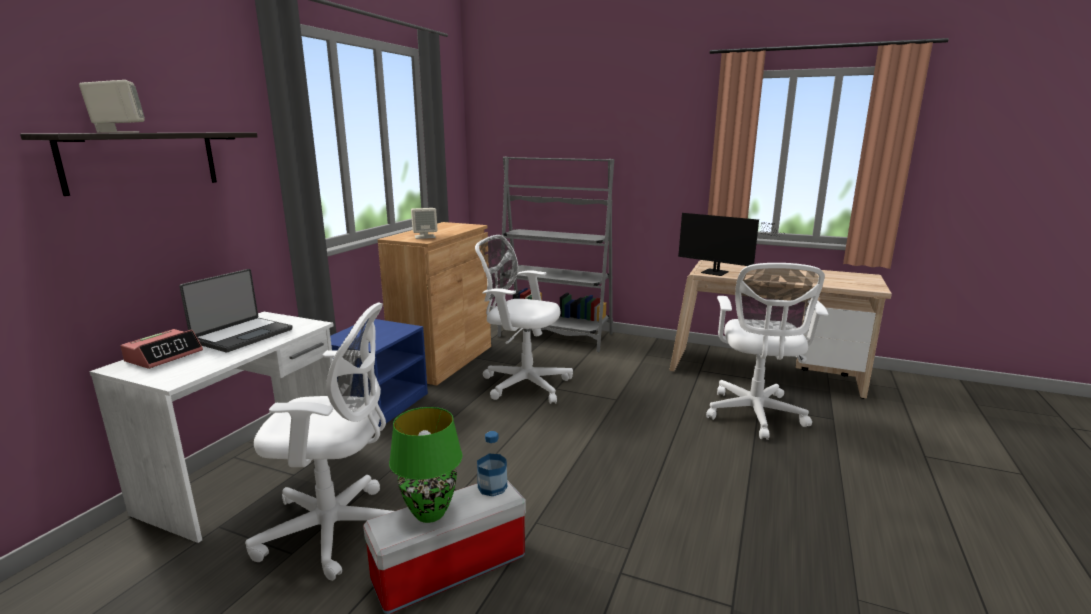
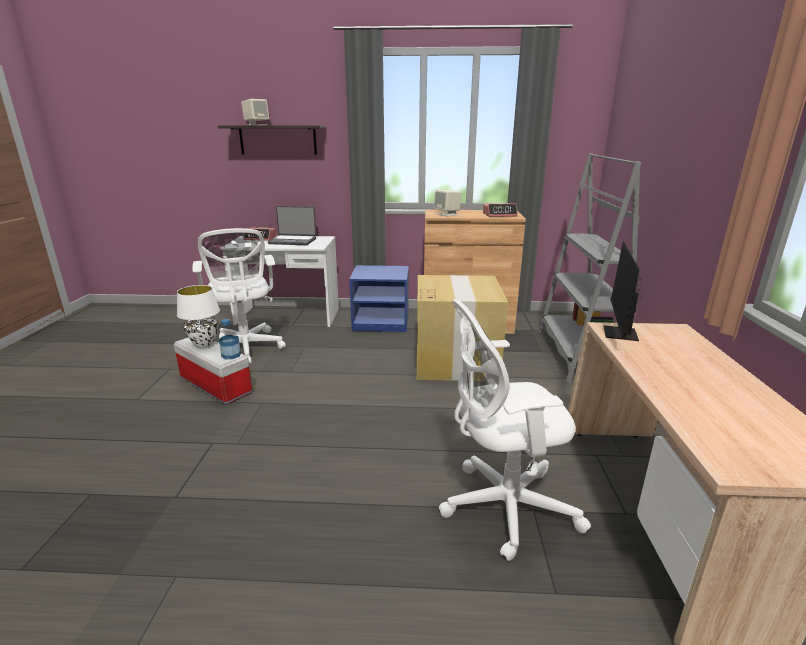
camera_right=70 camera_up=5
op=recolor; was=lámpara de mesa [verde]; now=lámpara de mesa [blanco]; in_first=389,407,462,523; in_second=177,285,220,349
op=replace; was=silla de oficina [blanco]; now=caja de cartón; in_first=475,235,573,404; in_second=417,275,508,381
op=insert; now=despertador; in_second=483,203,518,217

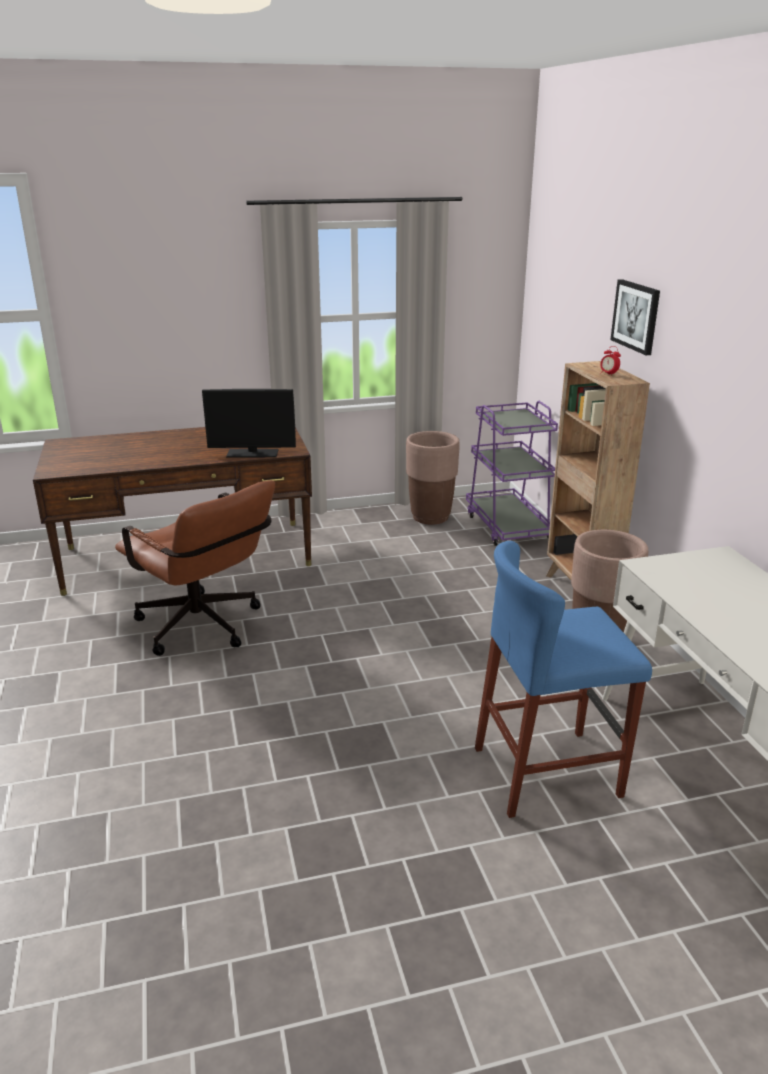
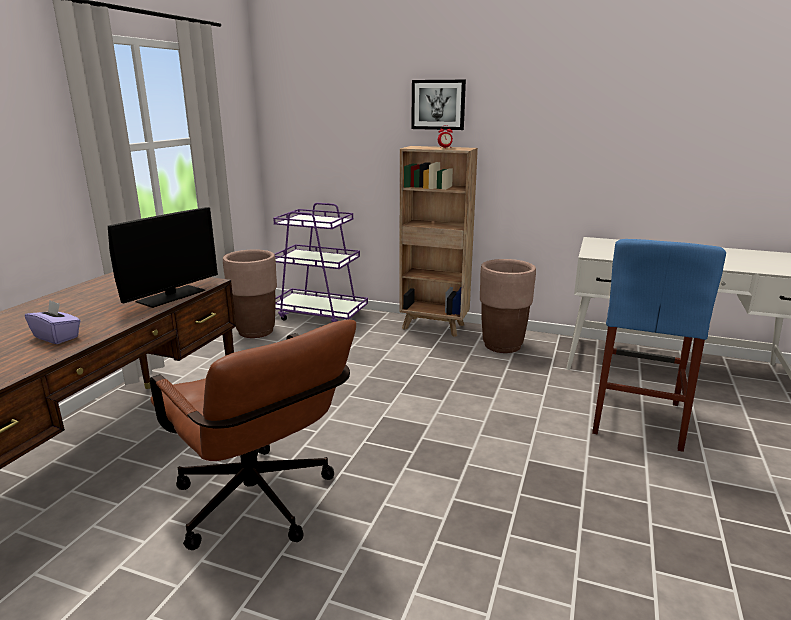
camera_right=-55 camera_up=-5
op=rotate; was=silla de oficina [marrón]; in_first=115,480,275,656; in_second=150,320,356,550; clockwise=60
op=insert; now=caja de pañuelos [morado]; in_second=25,300,81,344

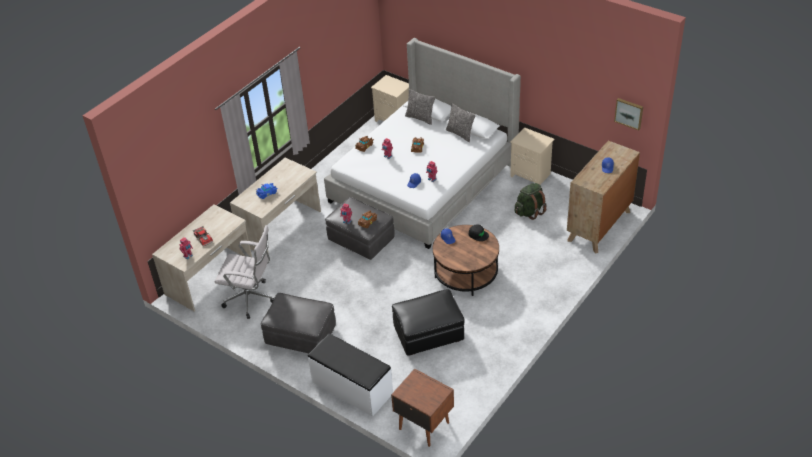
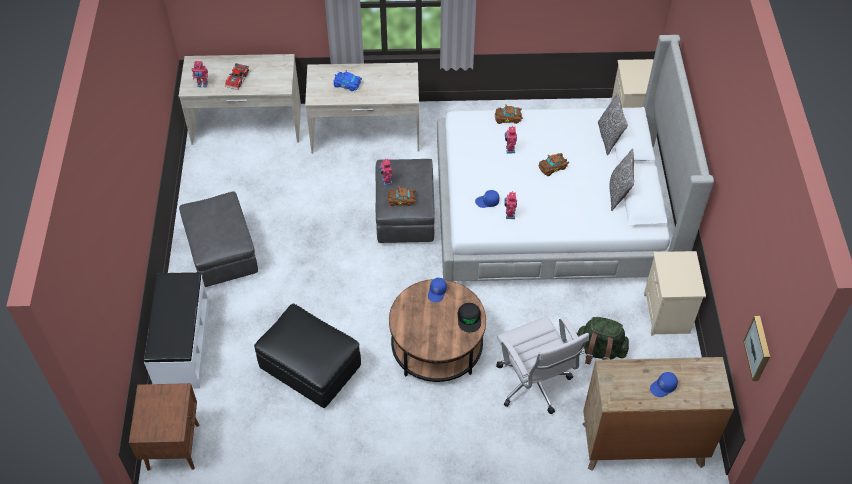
camera_right=50 camera_up=10
op=move; was=silla de oficina [blanco]; in_first=215,225,274,319; in_second=496,316,589,414

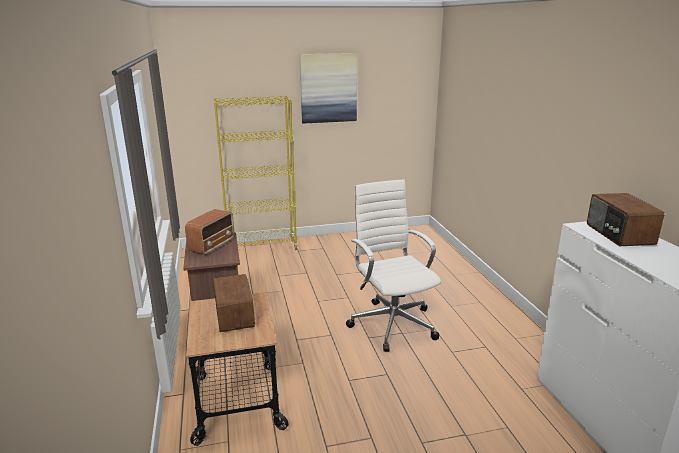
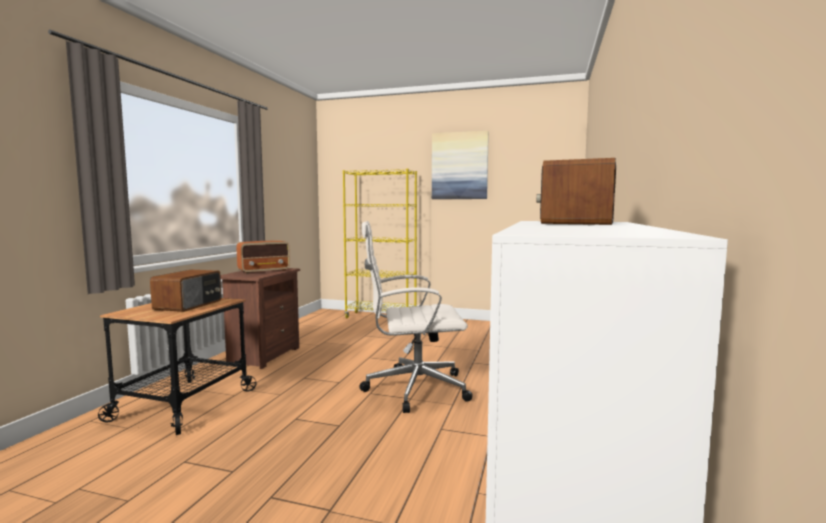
camera_right=30 camera_up=-15
op=rotate; was=silla de oficina [blanco]; in_first=346,179,441,352; in_second=359,221,473,413; clockwise=-105

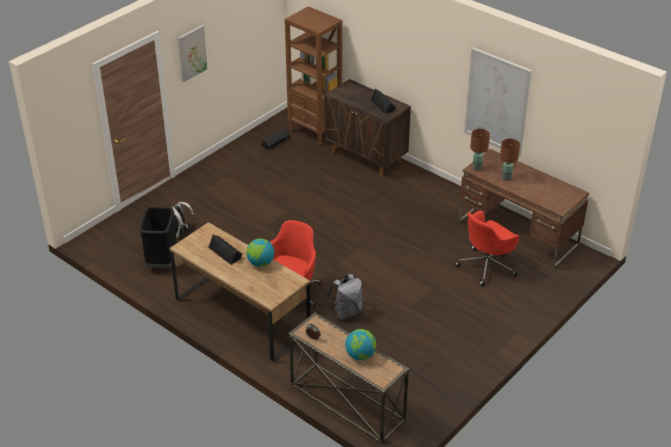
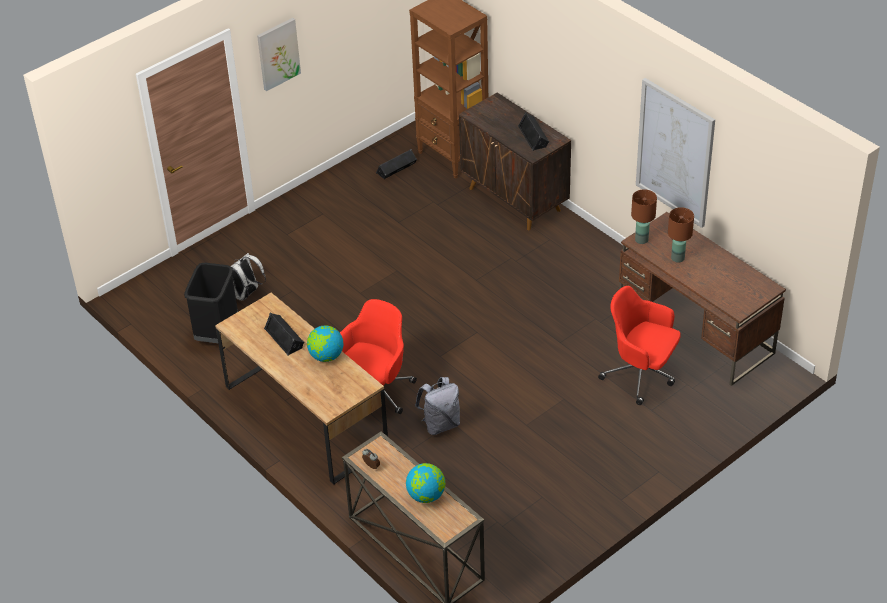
camera_right=10 camera_up=5
op=rotate; was=silla de oficina [rojo]; in_first=454,211,519,287; in_second=598,286,681,405; clockwise=60

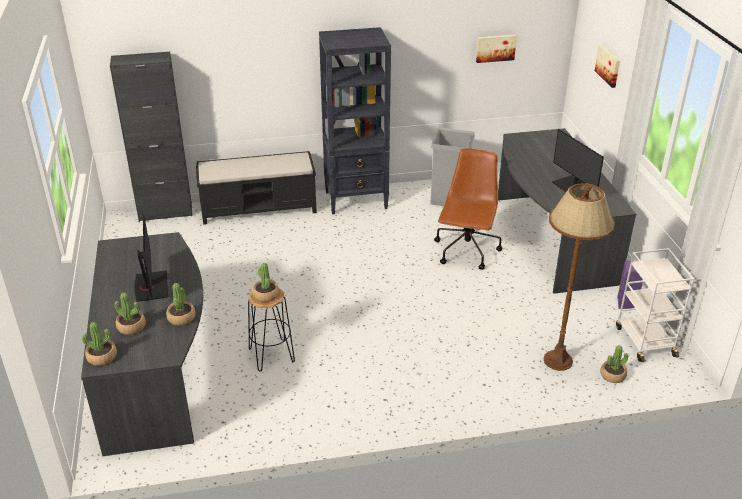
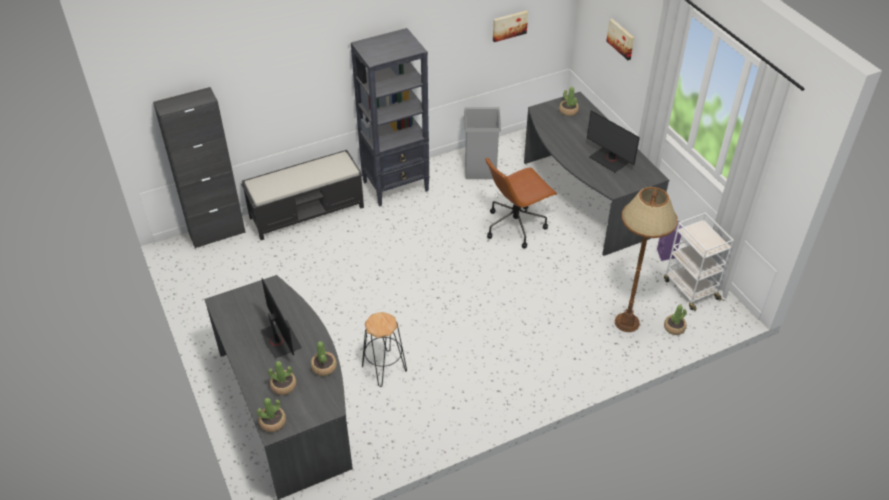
camera_right=-15 camera_up=10
op=move; was=planta en maceta; in_first=252,263,279,302; in_second=559,87,579,116
op=rotate; was=silla de oficina [marrón]; in_first=434,148,503,270; in_second=485,157,557,249; clockwise=-120

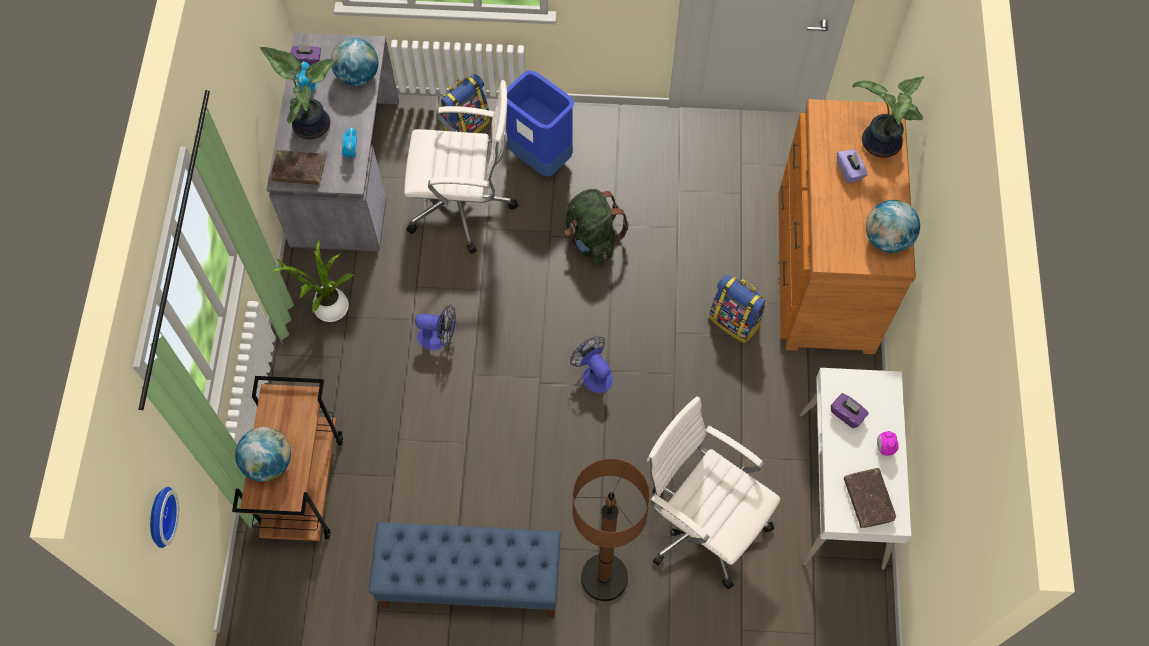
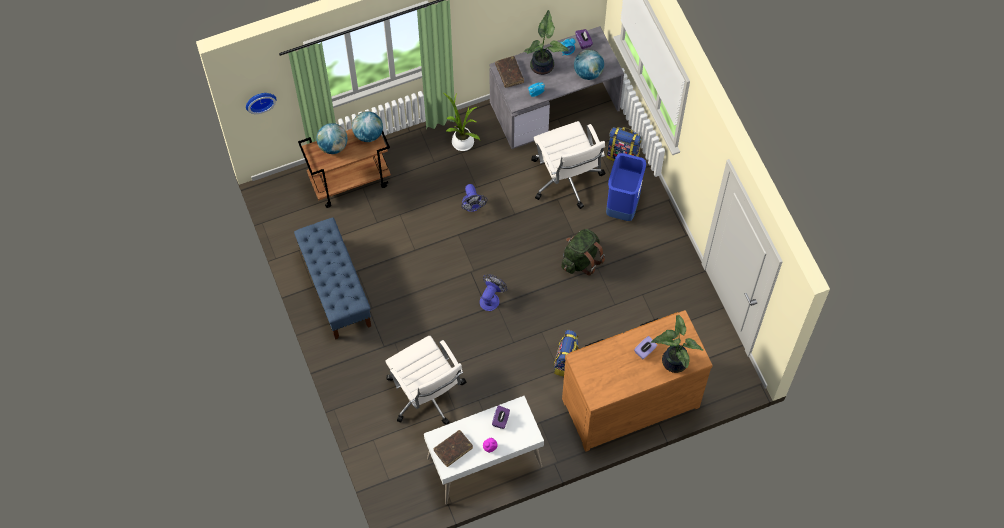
camera_right=65 camera_up=0
op=delete; was=lámpara de pie [marrón]; in_first=572,459,650,601
op=rotate; was=silla de oficina [blanco]; in_first=647,396,780,590; in_second=385,336,467,425; clockwise=135
op=move; was=globo terráqueo; in_first=866,200,920,253; in_second=352,111,383,142

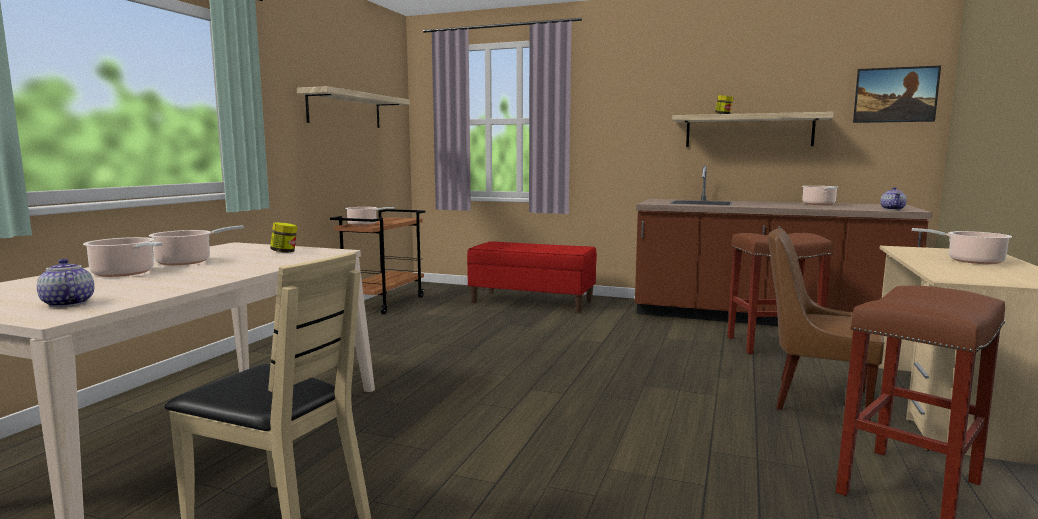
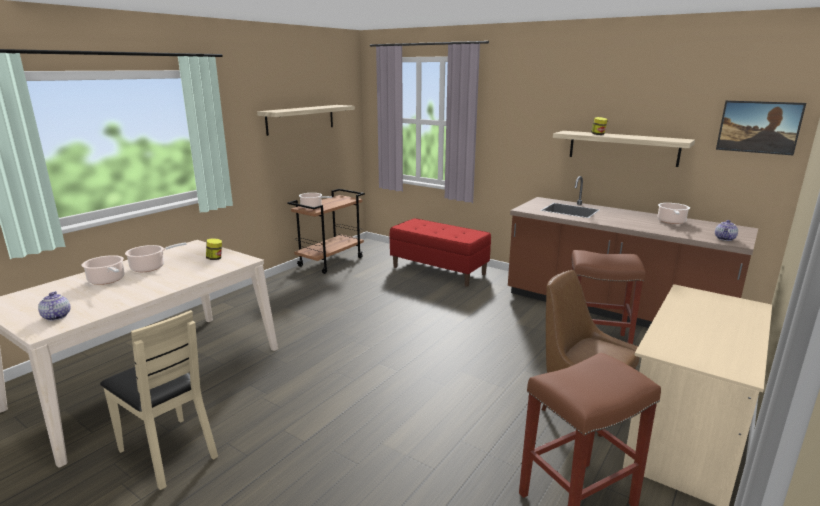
camera_right=15 camera_up=10
op=delete; was=olla; in_first=912,228,1012,264

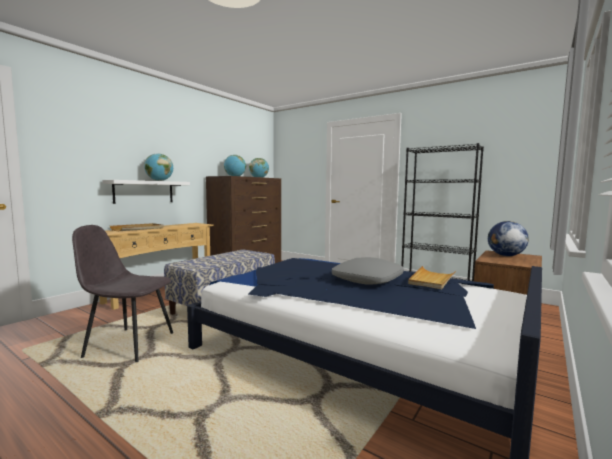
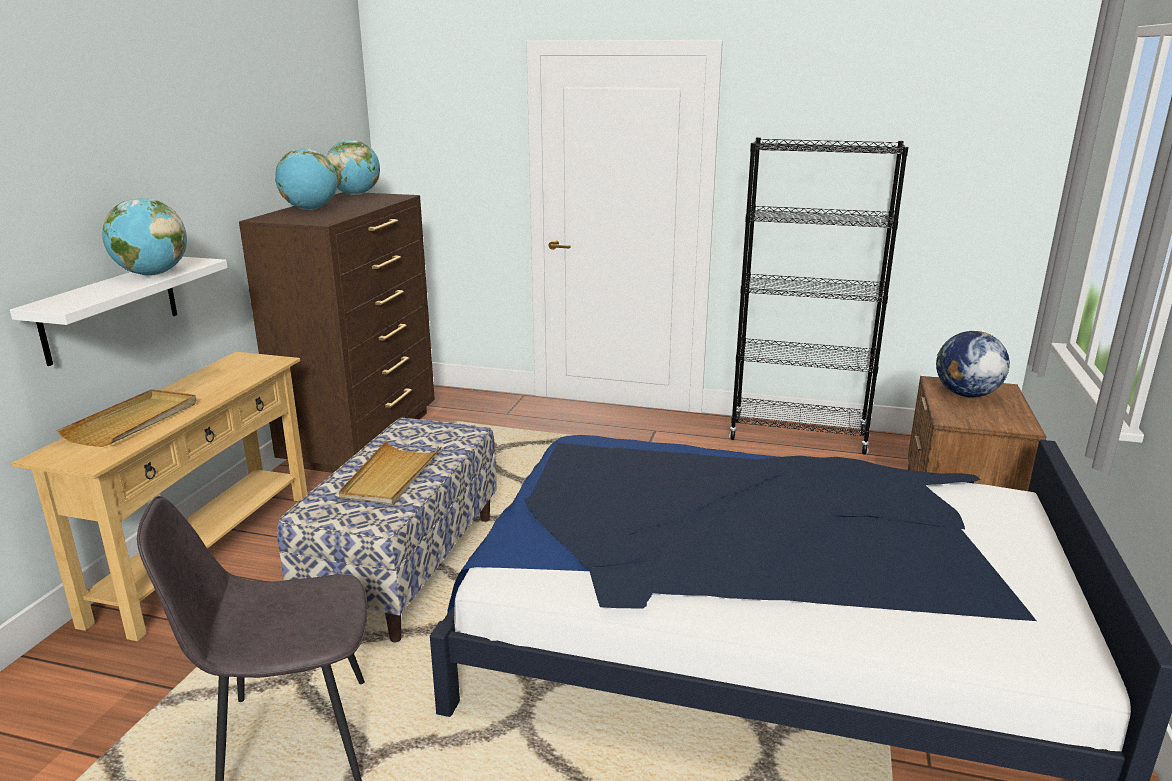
camera_right=-20 camera_up=15
op=delete; was=cojín [gris]; in_first=332,257,404,284
op=move; was=bandeja [beis]; in_first=408,266,457,289; in_second=339,440,442,505

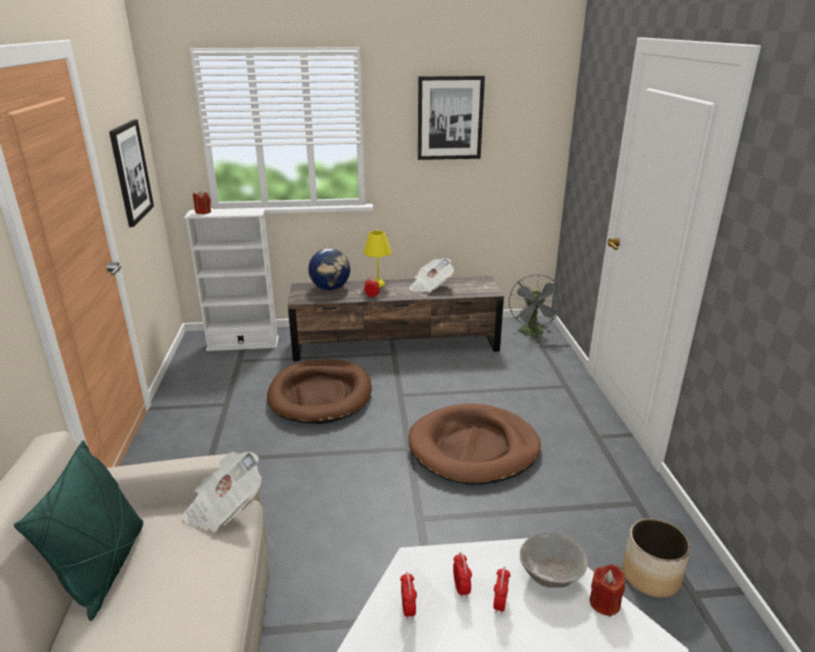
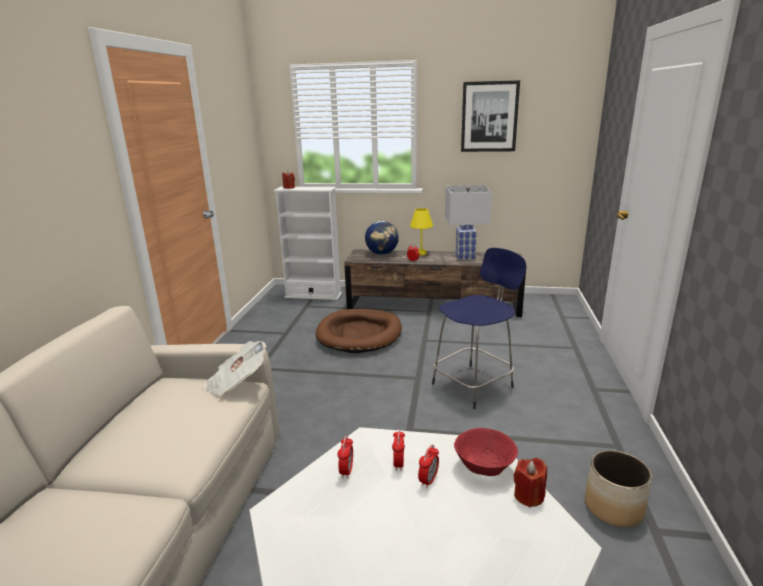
camera_right=15 camera_up=-5
op=delete; was=cojín [verde]; in_first=14,441,143,621
op=delete; was=cuadro; in_first=109,120,154,227
op=replace; was=periódico; now=lámpara de mesa [blanco]; in_first=409,258,454,293; in_second=445,185,492,260
op=replace; was=cama para perro [marrón]; now=taburete [azul]; in_first=409,404,541,485; in_second=432,248,526,409
op=delete; was=ventilador [gris]; in_first=509,274,564,336
op=recolor; was=cuenco [gris]; now=cuenco [rojo]; in_first=520,533,588,588; in_second=454,428,518,476

